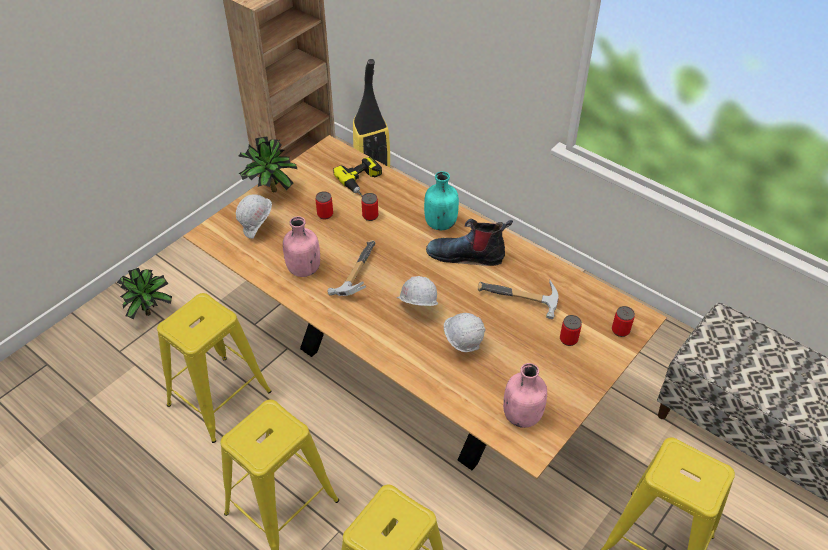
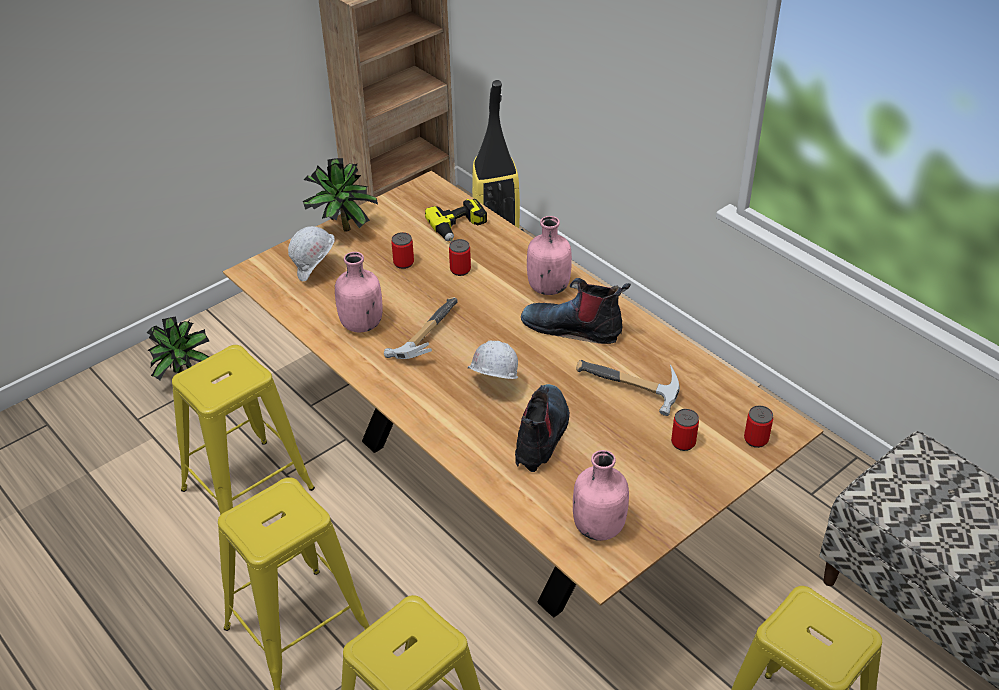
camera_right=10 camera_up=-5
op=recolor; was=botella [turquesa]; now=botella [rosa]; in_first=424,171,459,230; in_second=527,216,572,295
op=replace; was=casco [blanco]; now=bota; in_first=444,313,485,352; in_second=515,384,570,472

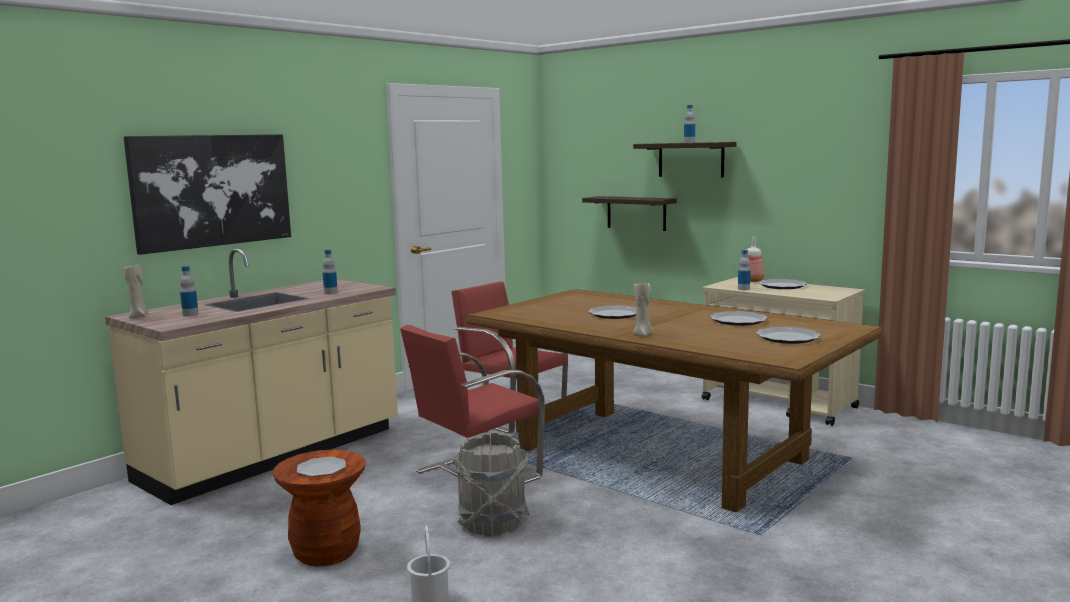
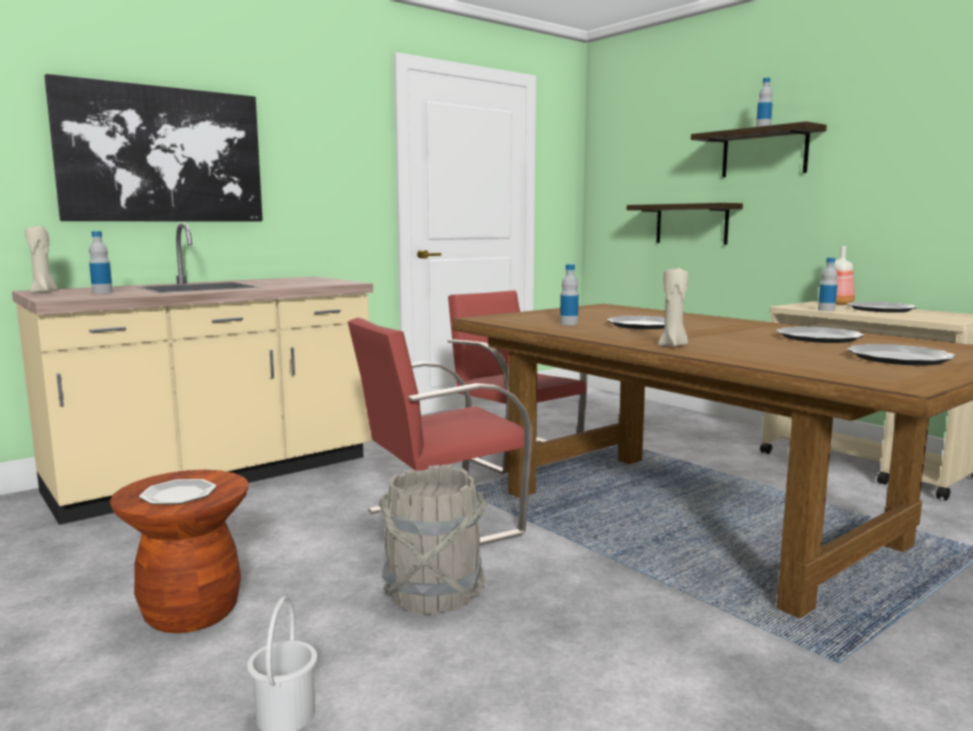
camera_right=10 camera_up=0
op=move; was=botella; in_first=323,249,338,294; in_second=560,264,579,325

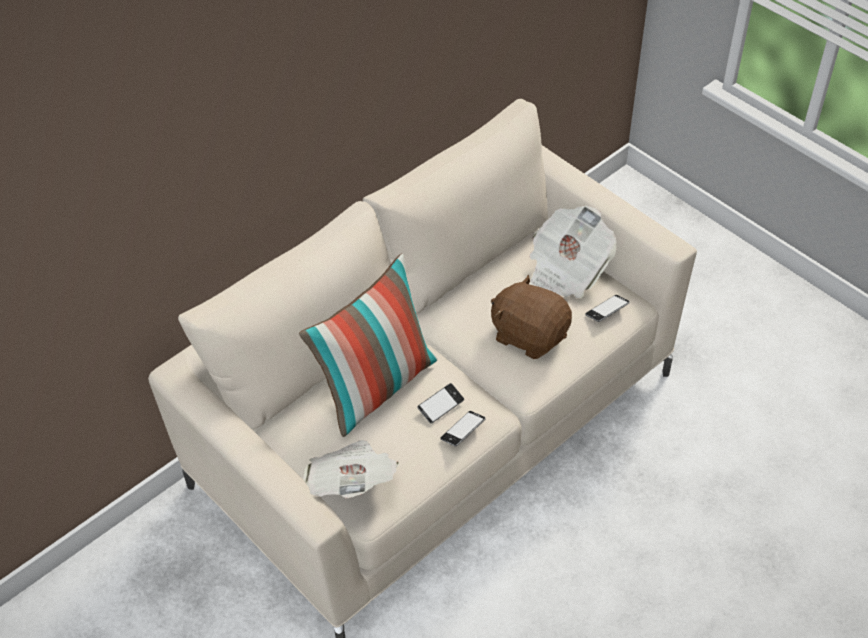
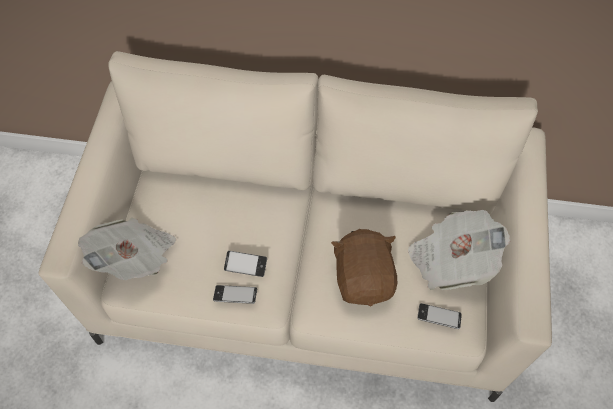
camera_right=50 camera_up=10
op=delete; was=cojín; in_first=299,253,438,437

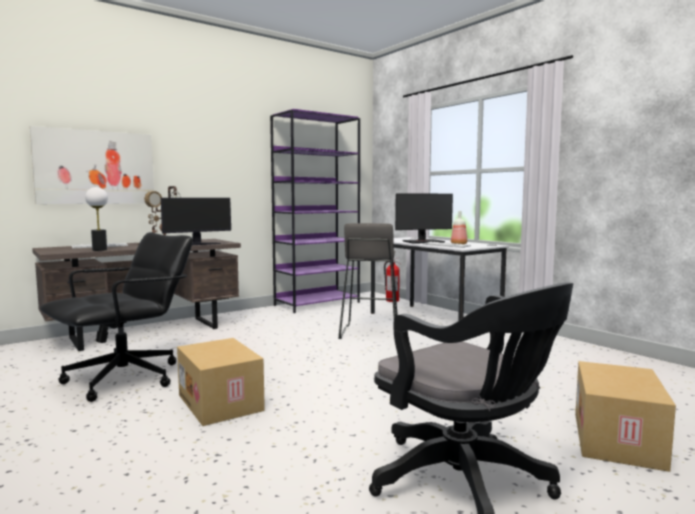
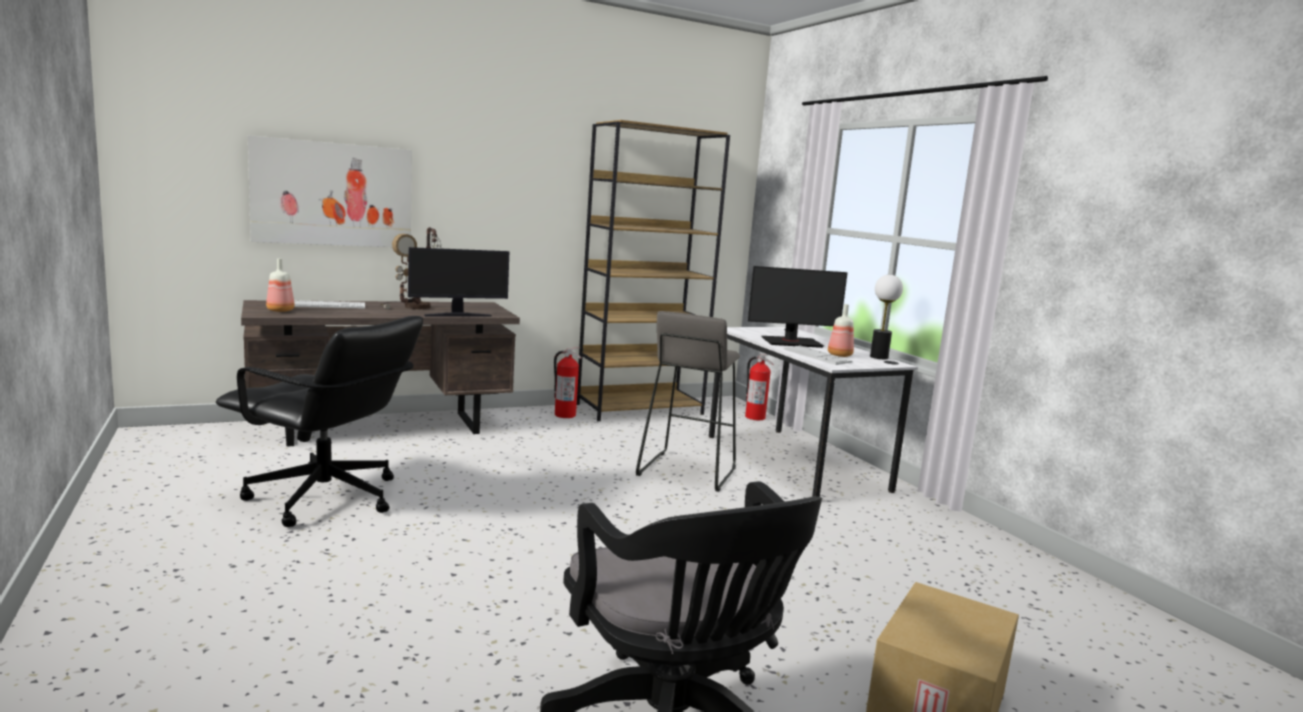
camera_right=10 camera_up=5
op=rotate; was=silla de oficina [negro]; in_first=40,232,193,402; in_second=216,316,423,527; clockwise=60
op=move; was=lámpara de mesa; in_first=85,187,108,251; in_second=870,274,903,359
op=delete; was=caja de cartón; in_first=177,338,265,426
op=recolor; was=estantería [morado]; now=estantería [marrón]; in_first=270,109,360,313; in_second=577,120,730,421
op=insert; now=botella; in_second=266,258,295,312
op=insert; now=extintor; in_second=554,347,582,418

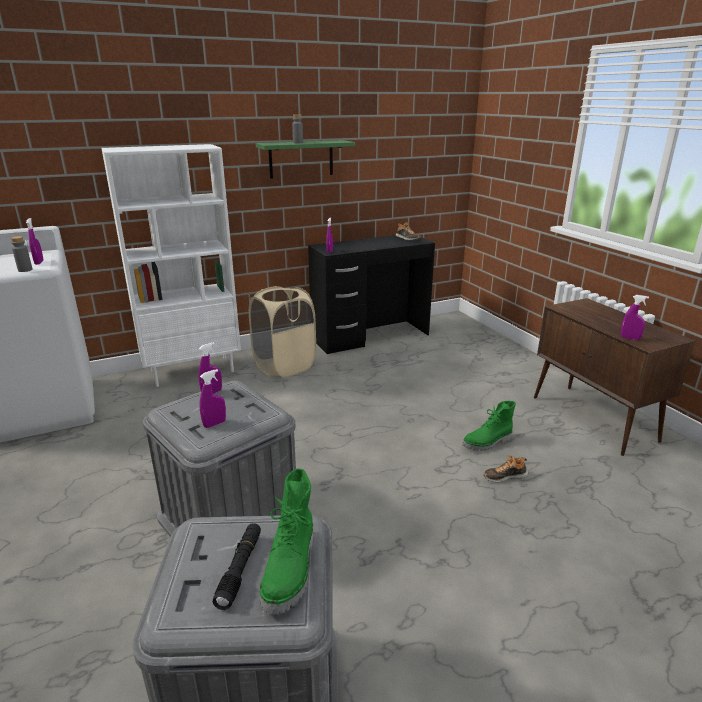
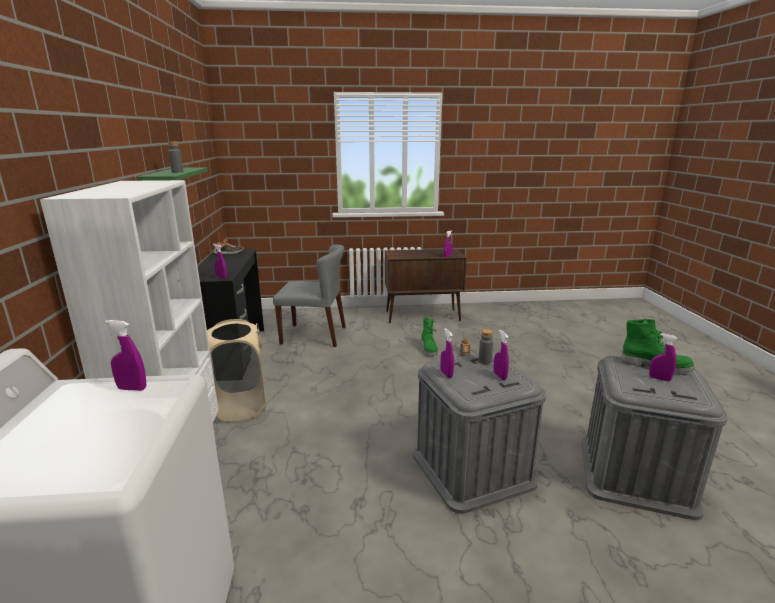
camera_right=-70 camera_up=-5
op=move; was=botella [gris]; in_first=11,236,33,272; in_second=479,329,493,364
op=replace; was=linterna [negro]; now=pulverizador [morado]; in_first=213,523,261,610; in_second=649,333,677,381
op=insert; now=silla [gris]; in_second=273,244,346,347

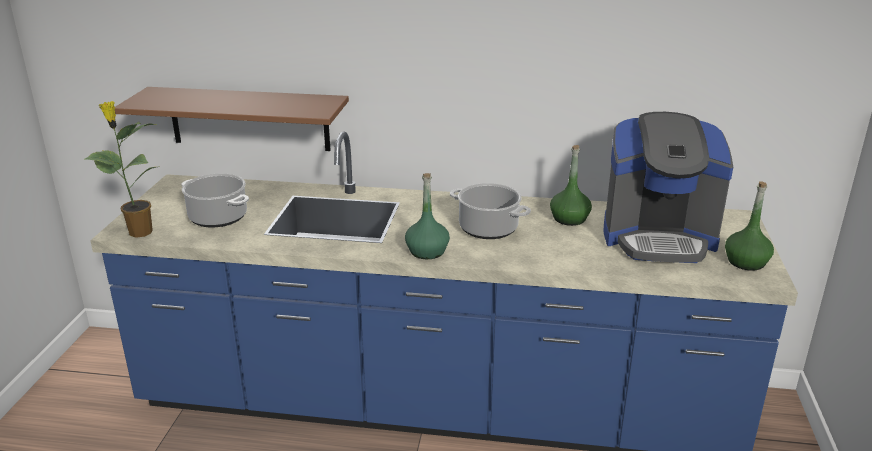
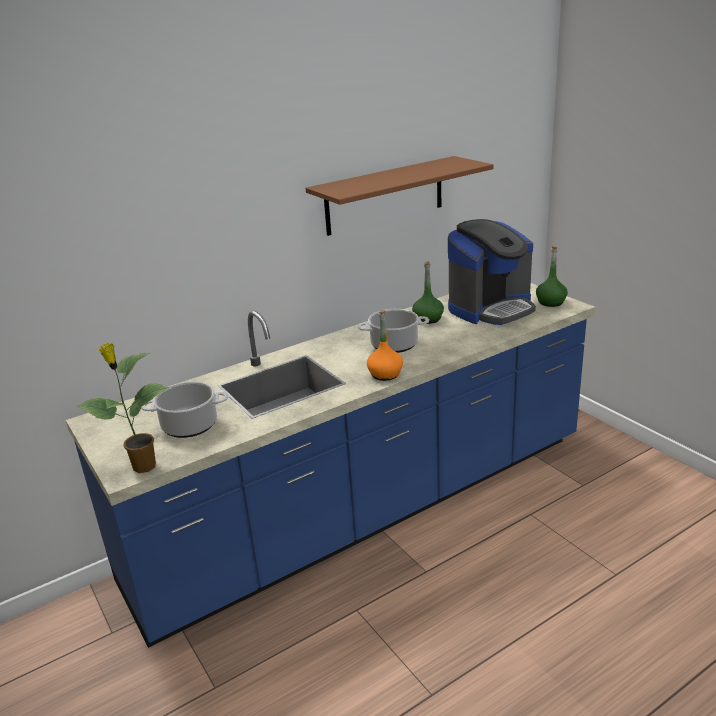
camera_right=-40 camera_up=0
op=move; was=estante [marrón]; in_first=115,87,349,151; in_second=306,156,493,236
op=recolor; was=botella [verde]; now=botella [naranja]; in_first=405,173,450,259; in_second=367,310,403,381

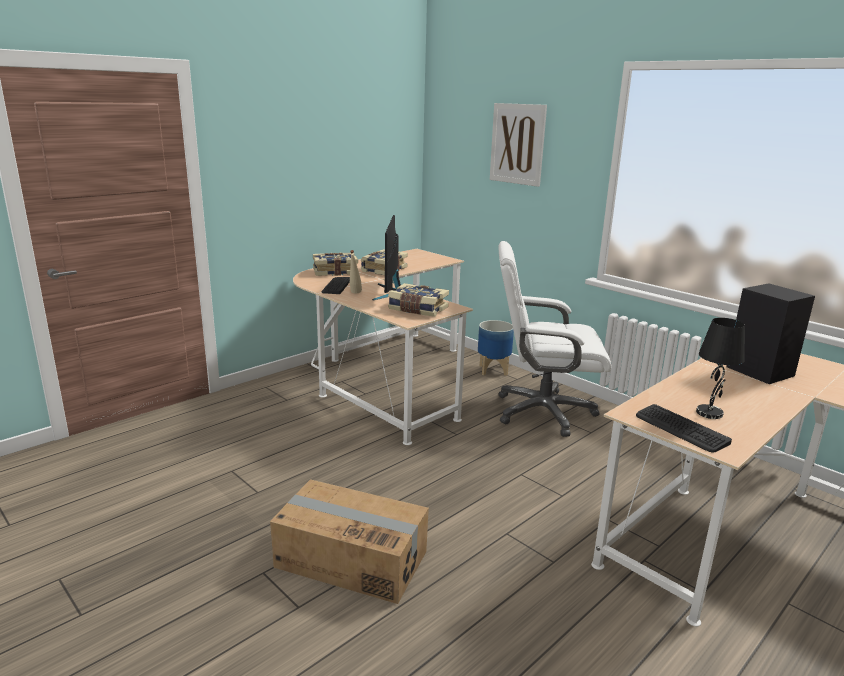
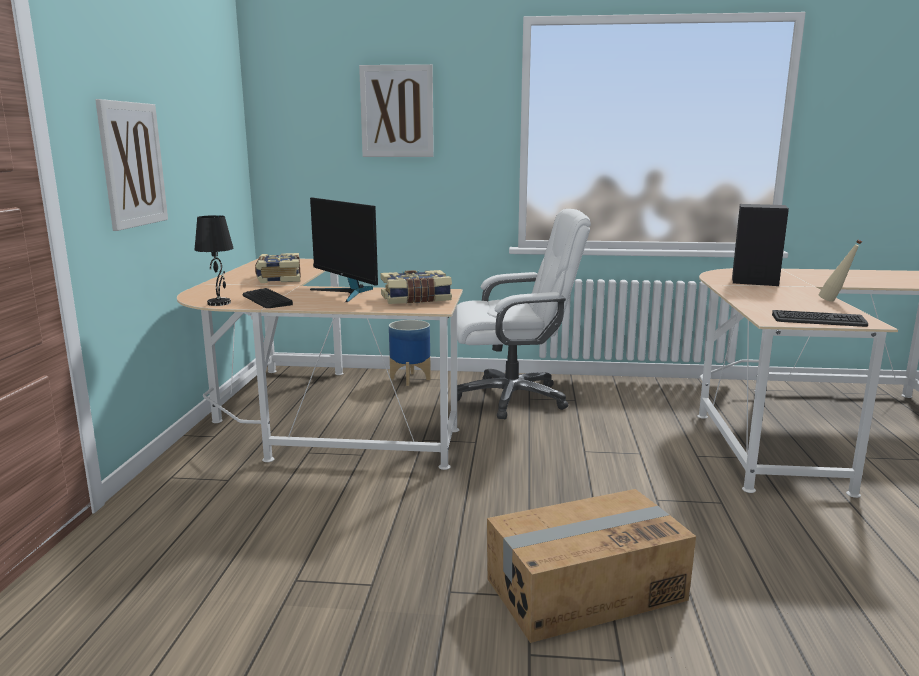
camera_right=-40 camera_up=-5
op=delete; was=libro; in_first=313,253,358,276
op=move; was=botella [beis]; in_first=350,250,362,294; in_second=819,239,862,302
op=rotate; was=silla de oficina [blanco]; in_first=499,241,612,437; in_second=457,209,591,419; clockwise=-150
op=move; was=lámpara de mesa [negro]; in_first=696,318,745,419; in_second=195,215,234,306
op=insert; now=cuadro; in_second=95,99,168,231

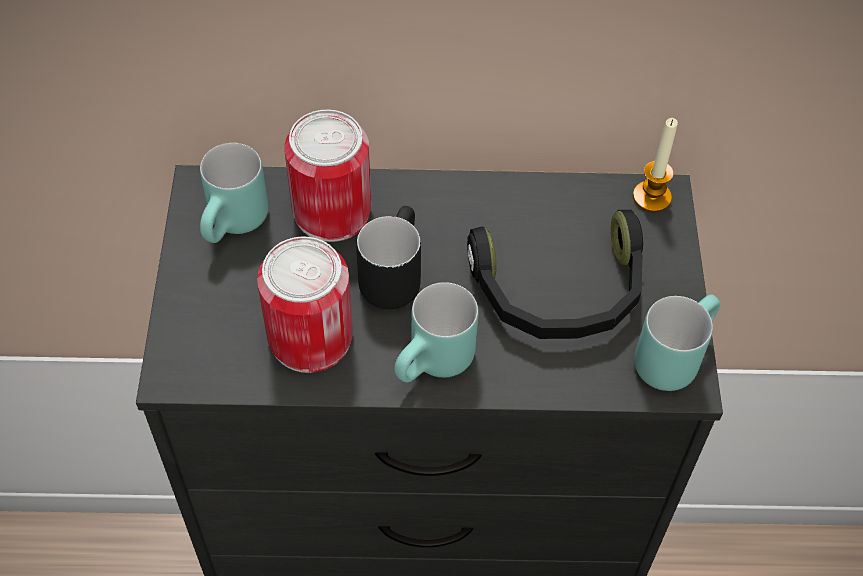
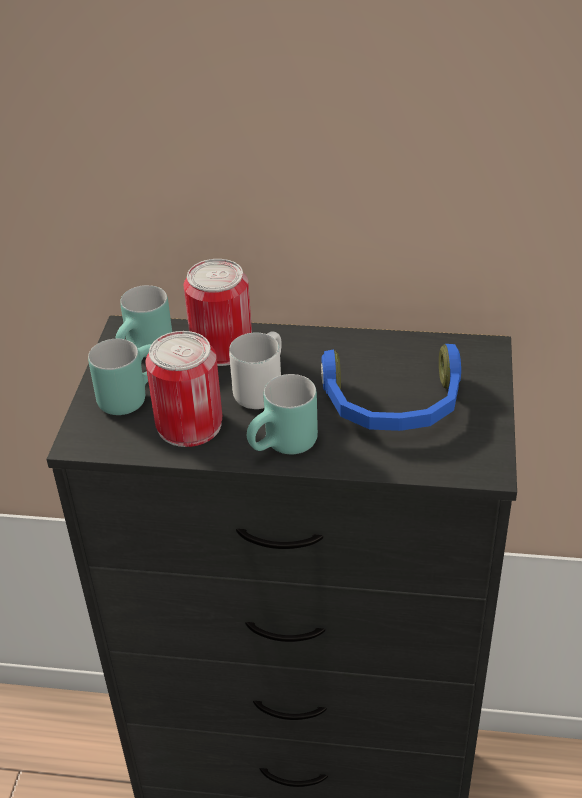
camera_right=10 camera_up=-15
op=recolor; was=taza grande [negro]; now=taza grande [blanco]; in_first=356,206,421,310; in_second=229,331,282,409
op=recolor; was=auriculares [negro]; now=auriculares [azul]; in_first=467,210,643,339; in_second=321,344,461,431
op=delete; was=vela; in_first=633,118,678,212
op=move; was=taza grande [turquesa]; in_first=634,294,720,391; in_second=88,339,151,415

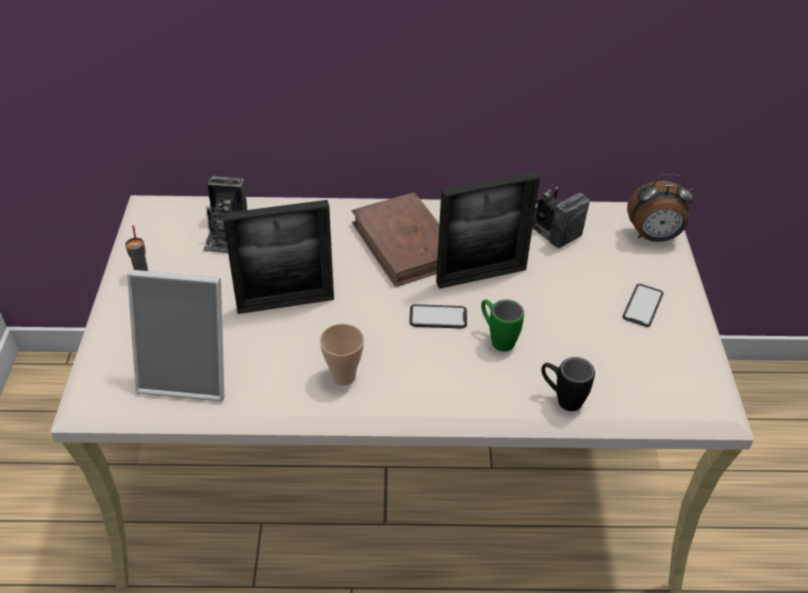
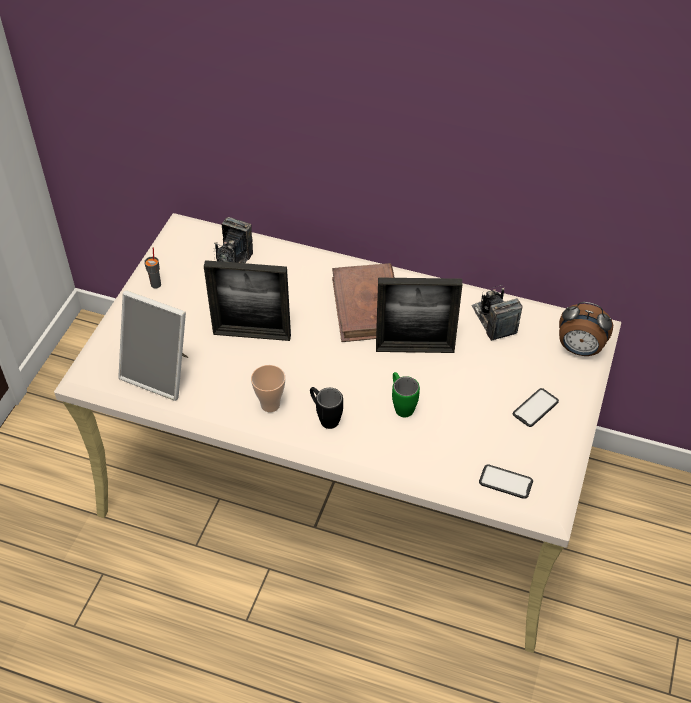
camera_right=20 camera_up=5
op=move; was=móvil; in_first=409,304,467,329; in_second=479,464,533,499
op=move; was=taza grande [negro]; in_first=541,357,595,411; in_second=310,387,343,429

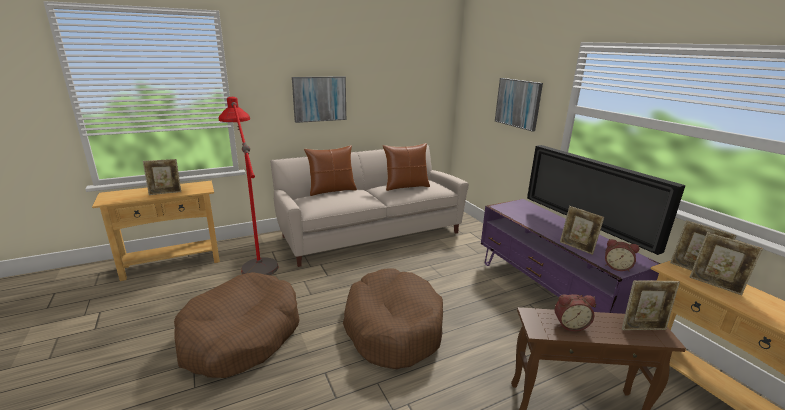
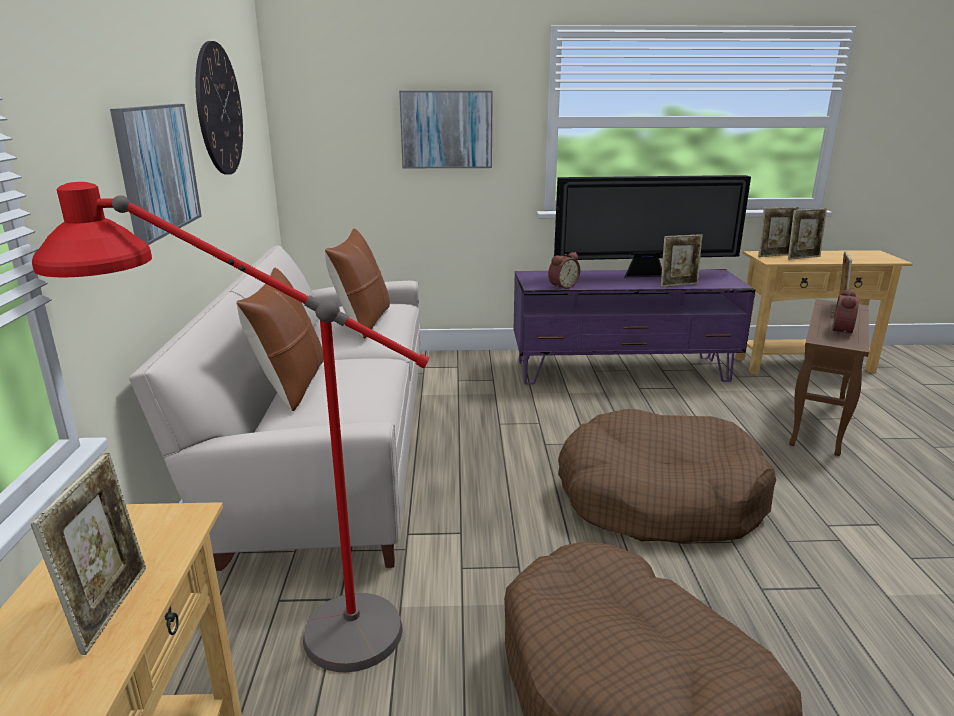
camera_right=-65 camera_up=0
op=move; was=despertador; in_first=605,239,640,271; in_second=548,252,580,290
op=insert; now=reloj de pared; in_second=196,41,243,175

